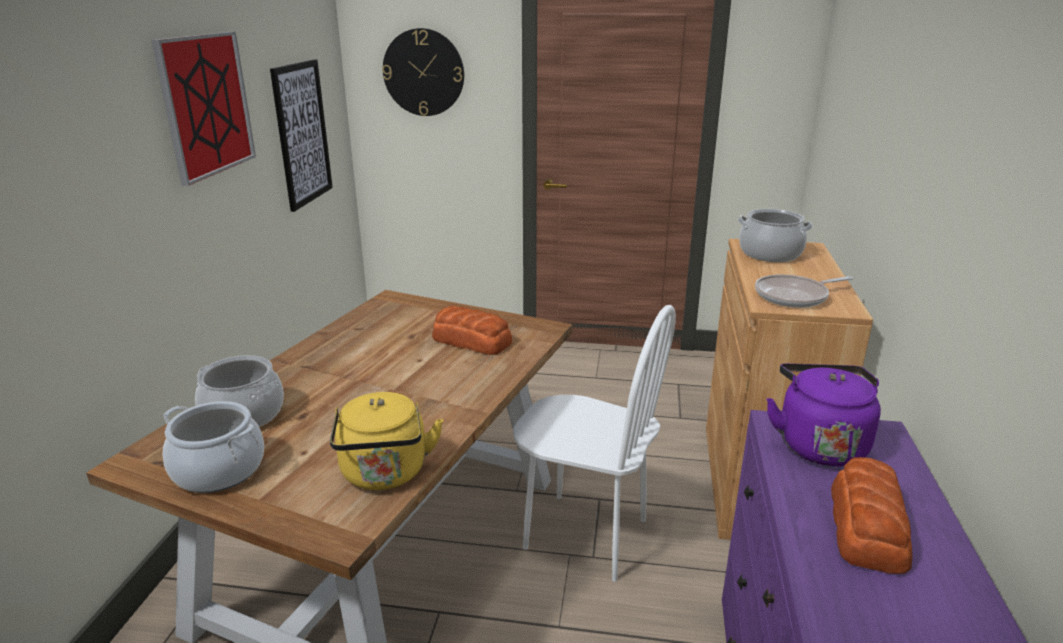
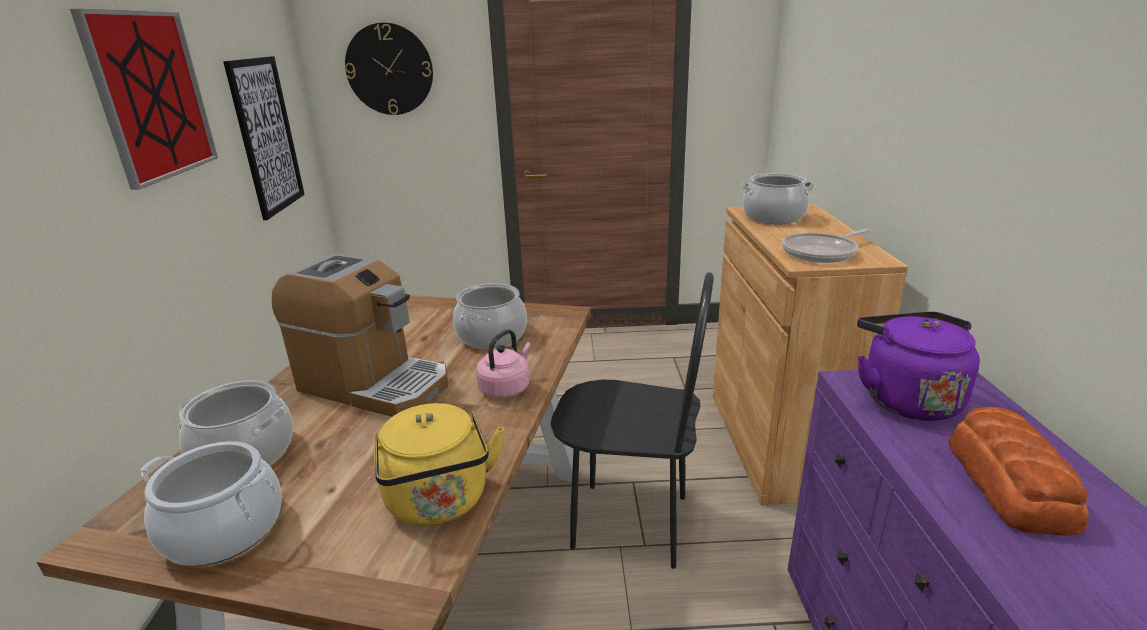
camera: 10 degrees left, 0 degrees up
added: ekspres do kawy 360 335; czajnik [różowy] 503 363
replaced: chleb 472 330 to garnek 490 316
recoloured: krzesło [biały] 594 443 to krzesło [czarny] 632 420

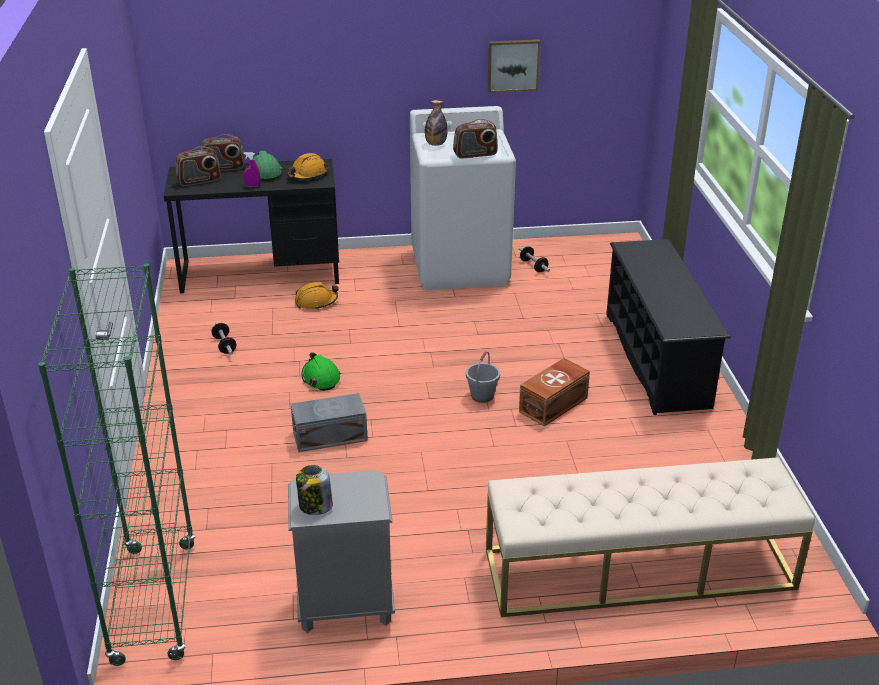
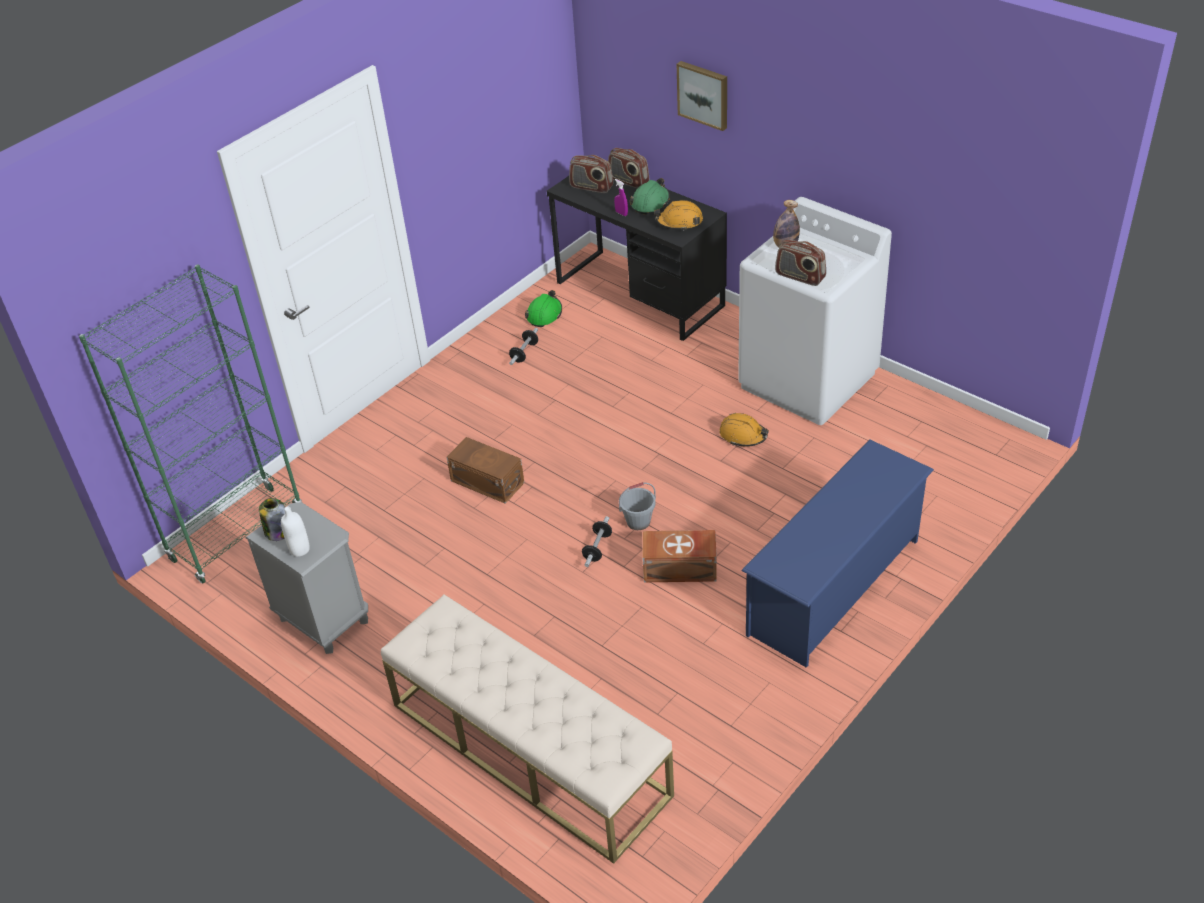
camera: 50 degrees right, 10 degrees up
added: butelka [biały] 295 532
moved: kask [pomarańczowy] 317 296 to 744 430; kask [zielony] 321 371 to 543 308; obraz 514 66 to 702 96; hantel 534 259 to 597 541
recoloured: pojemnik do przechowywania [szary] 329 422 to pojemnik do przechowywania [brązowy] 485 470; regał na buty [czarny] 668 327 to regał na buty [niebieski] 837 553

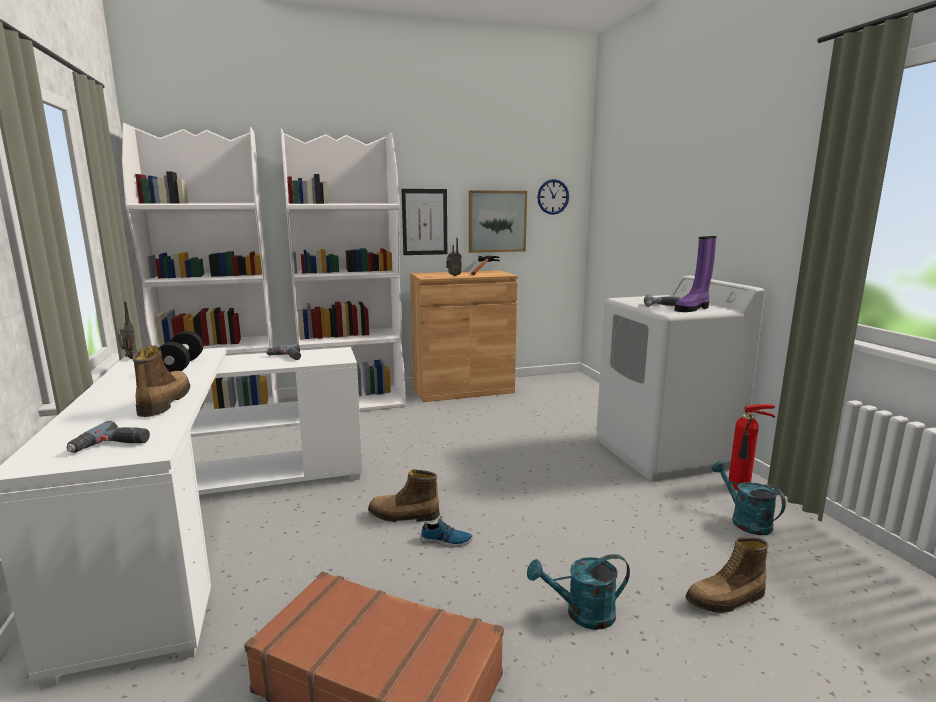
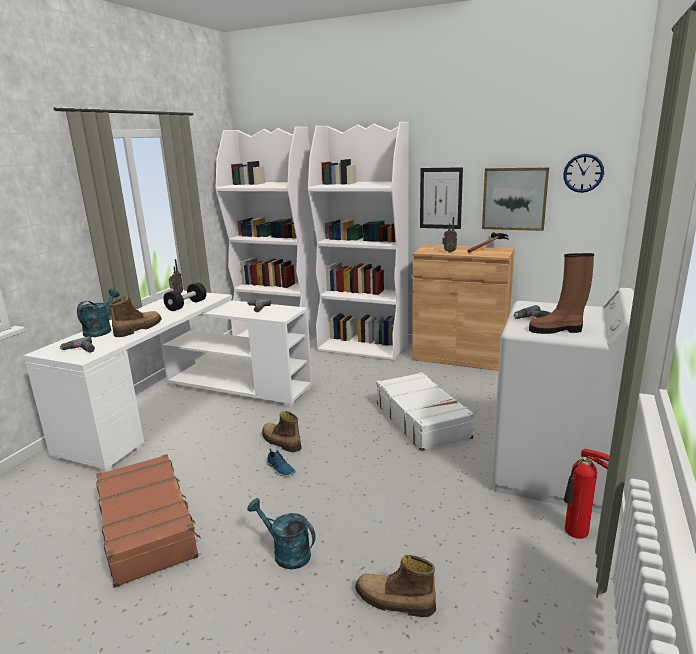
camera: 40 degrees right, 5 degrees up
added: walizka [biały] 425 411
moved: konewka [turkusowy] 748 498 to 98 313
recoloured: but z cholewką [fioletowy] 695 274 to but z cholewką [brązowy] 561 293

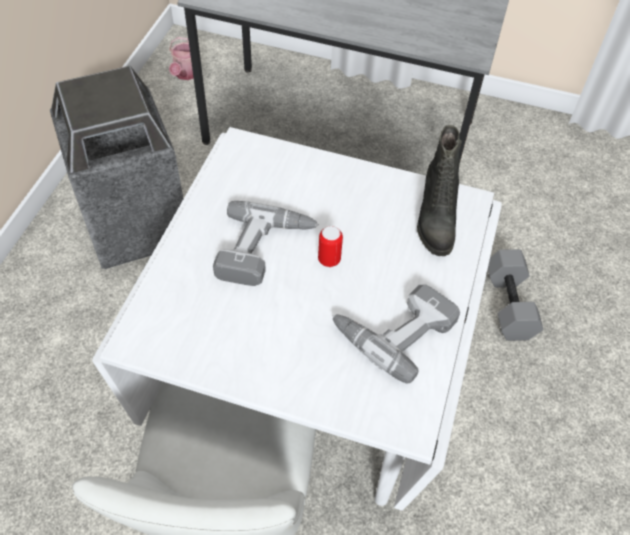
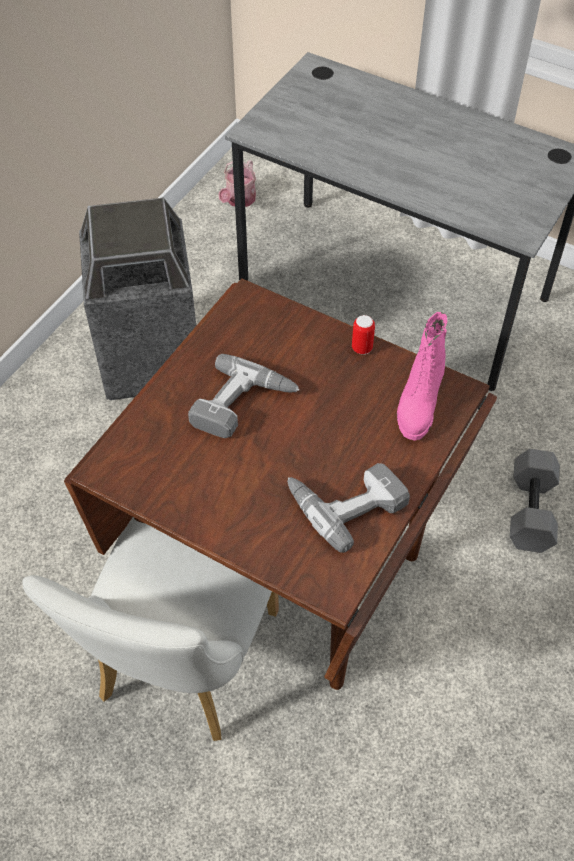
camera: 15 degrees right, 0 degrees up
moved: puszka 330 246 to 363 335
recoloured: stół jadalny [biały] 297 319 to stół jadalny [brązowy] 280 484; but z cholewką [czarny] 439 190 to but z cholewką [różowy] 422 376

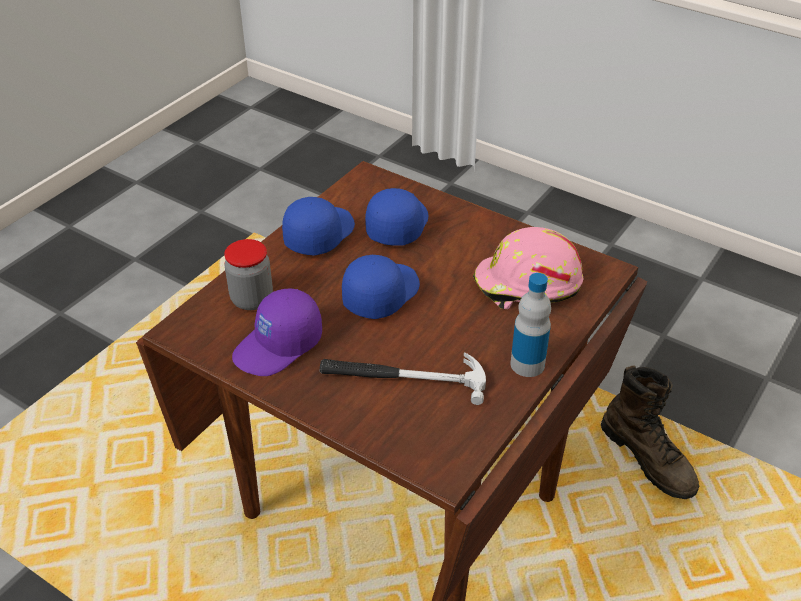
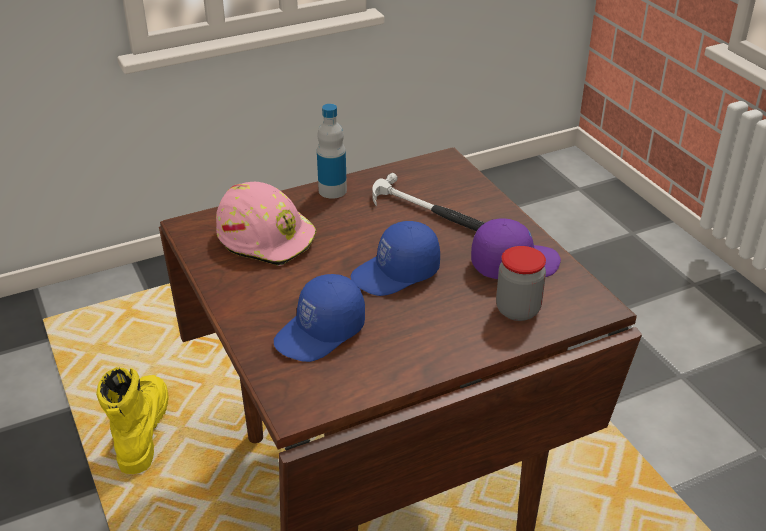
camera: 150 degrees left, 5 degrees down
removed: czapka z daszkiem [niebieski] 318 226
recoloured: but z cholewką [brązowy] 650 432 to but z cholewką [żółty] 132 420

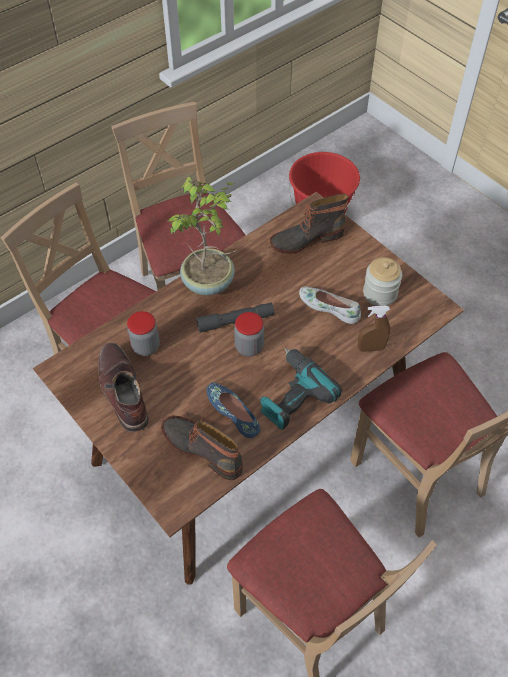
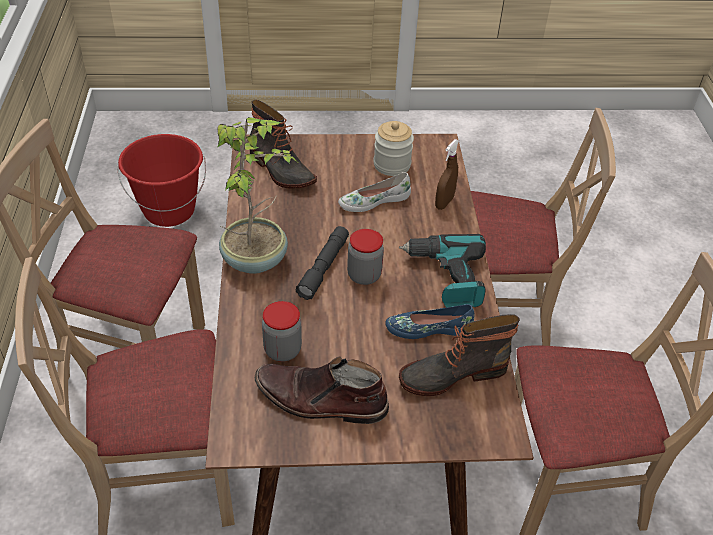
camera: 55 degrees left, 10 degrees down
turned: but z cholewką 309 224 = 283 144 60 degrees counterclockwise

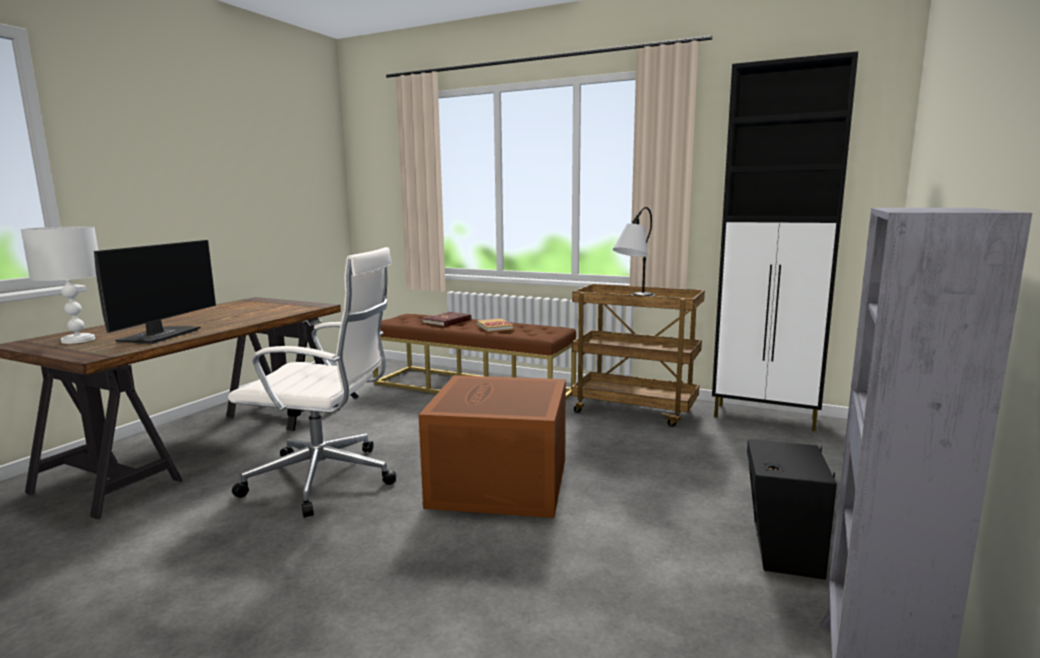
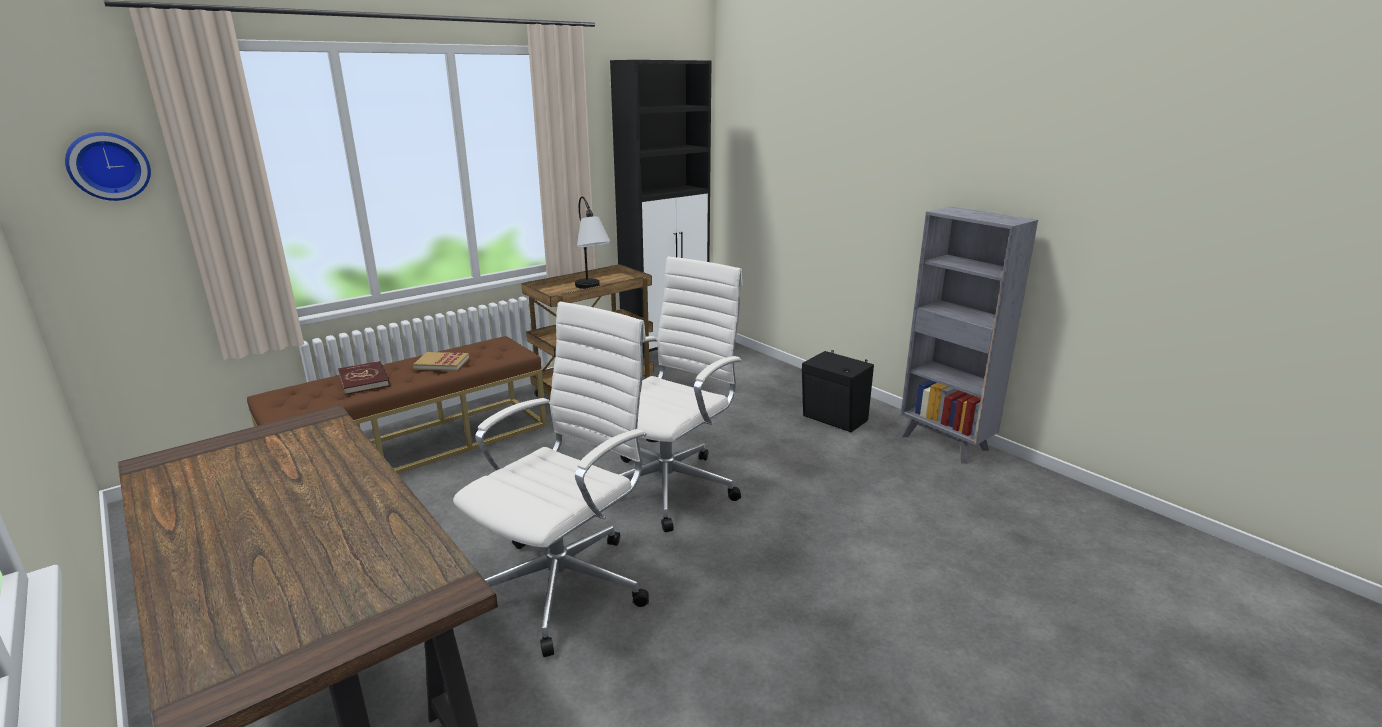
camera: 65 degrees left, 10 degrees up
removed: lampa stołowa [biały] 59 285; monitor 155 292
added: zegar ścienny 108 166
replaced: pojemnik do przechowywania [brązowy] 492 446 to krzesło biurowe [biały] 680 394

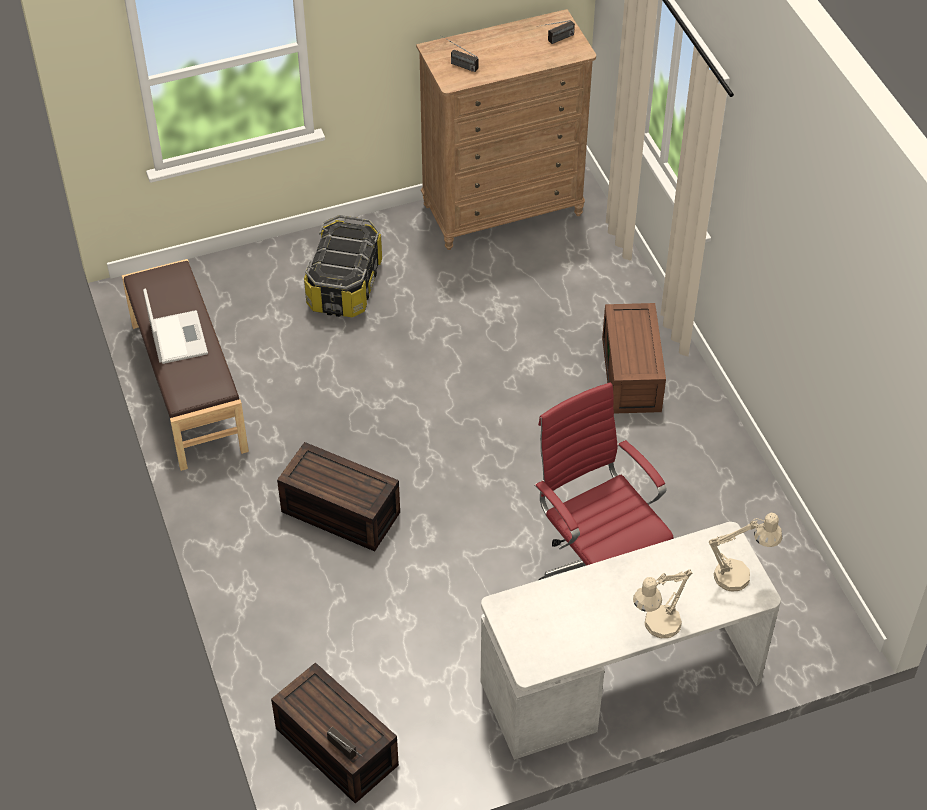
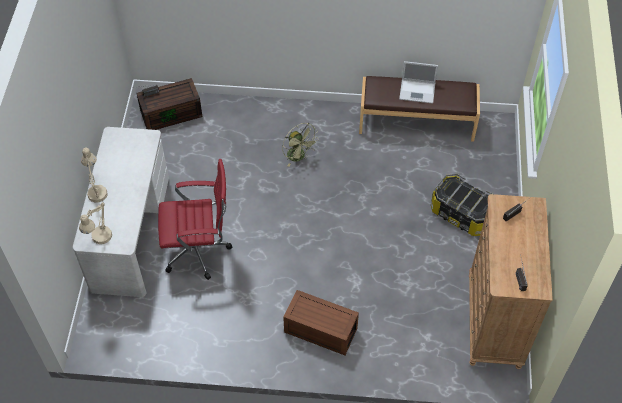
camera: 115 degrees right, 5 degrees up
replaced: pojemnik do przechowywania [brązowy] 338 496 to wentylator [zielony] 300 145

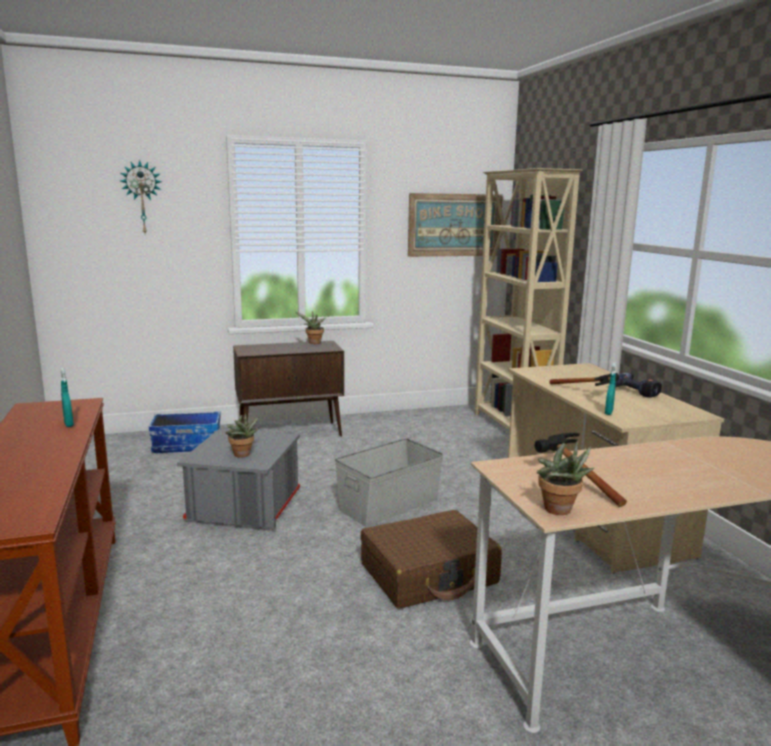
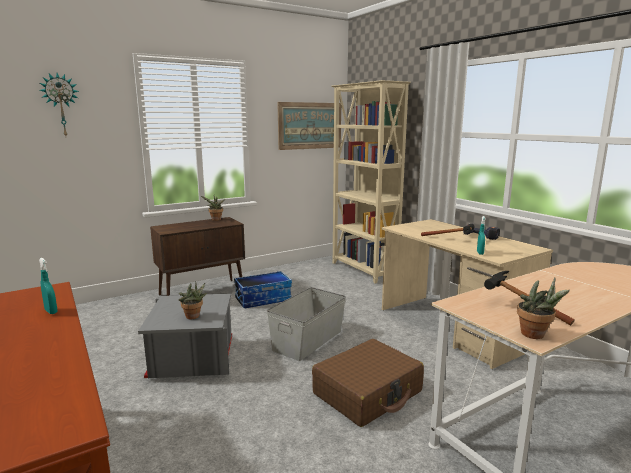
camera: 15 degrees left, 0 degrees up
moved: pojemnik do przechowywania 185 432 to 263 289

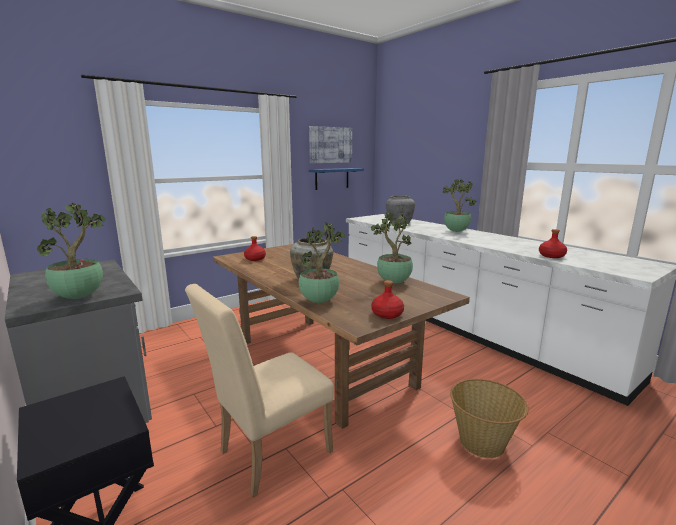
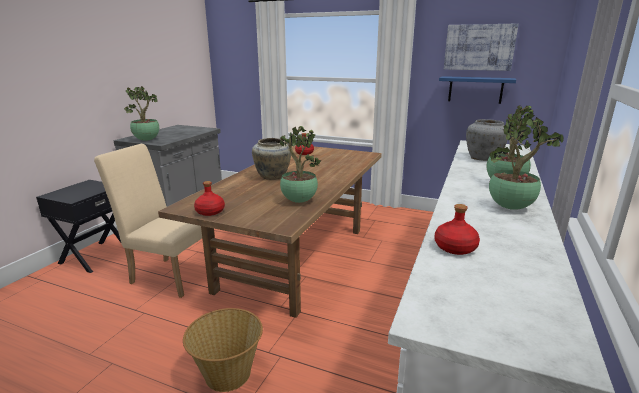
camera: 60 degrees right, 5 degrees up
moved: roślina doniczkowa 322 263 to 526 163

